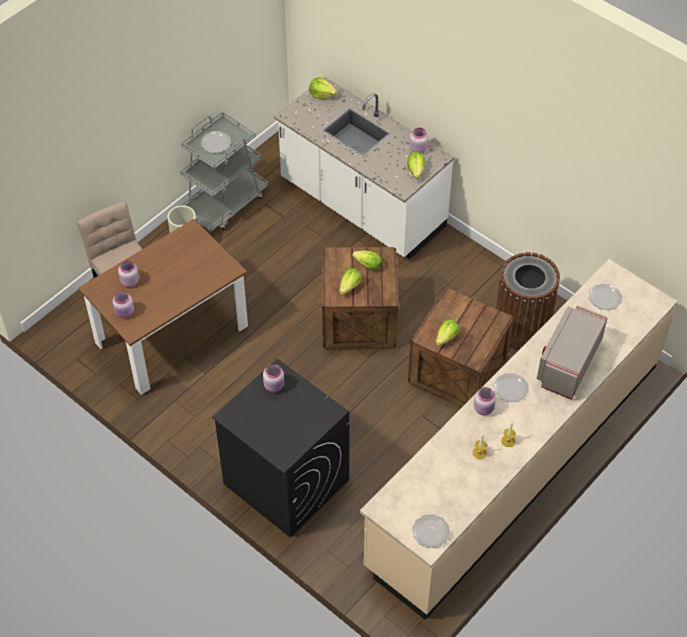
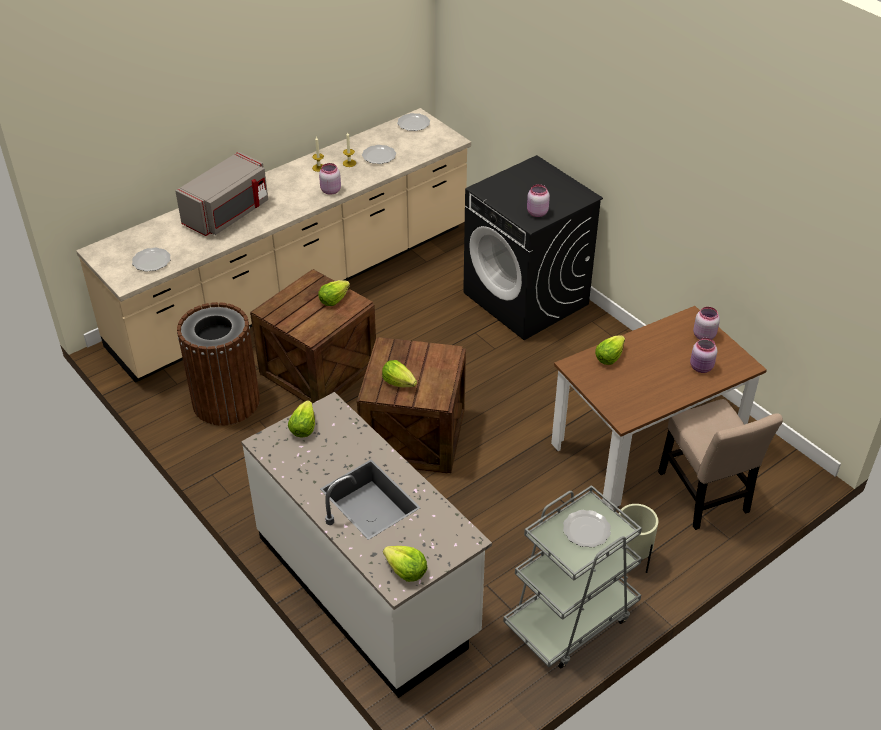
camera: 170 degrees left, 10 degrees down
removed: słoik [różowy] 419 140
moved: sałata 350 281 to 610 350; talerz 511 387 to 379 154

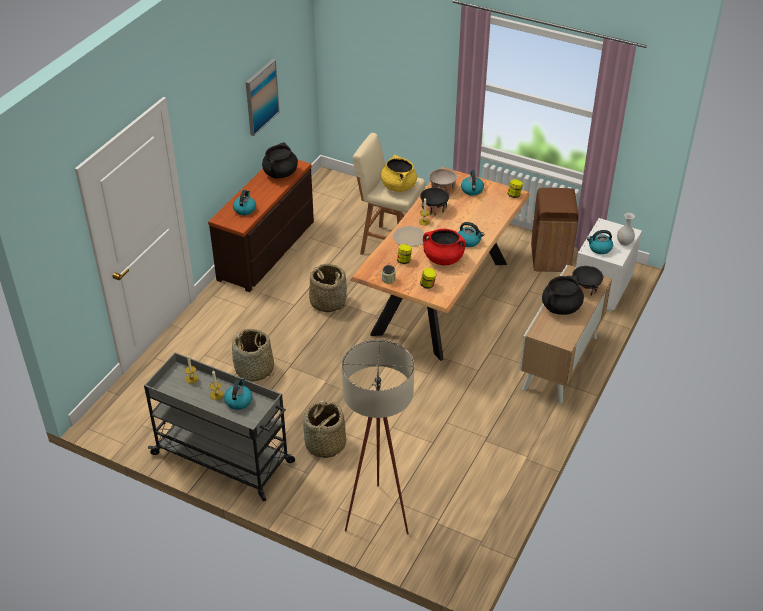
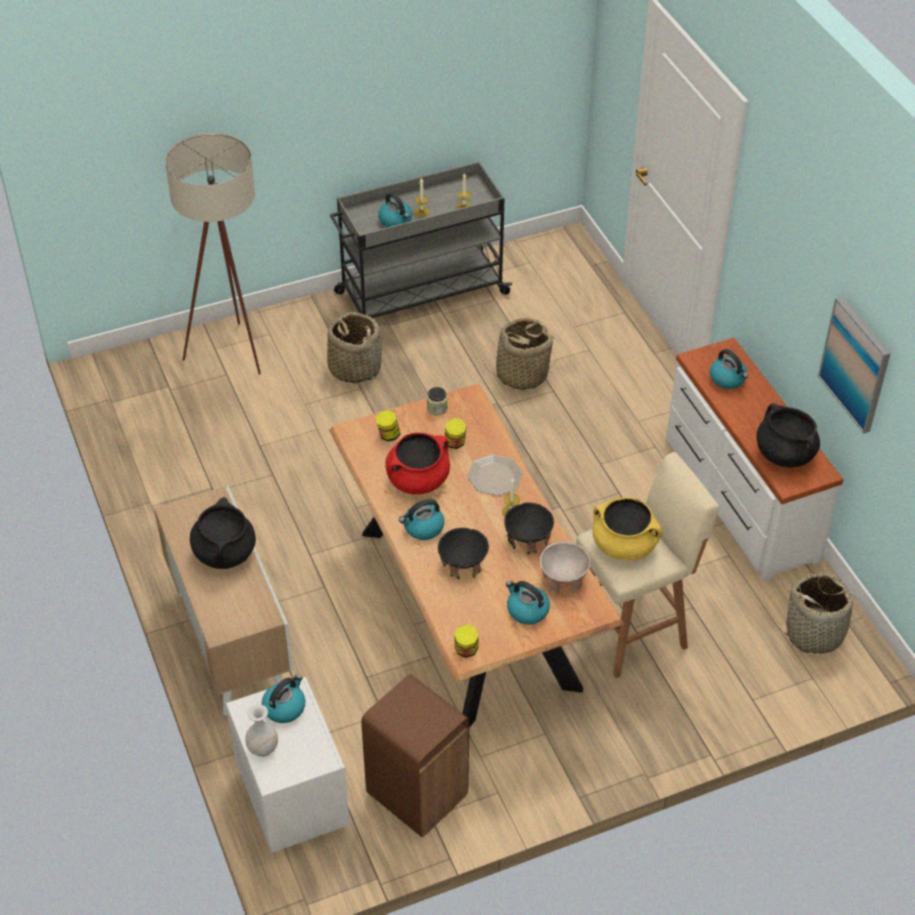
camera: 130 degrees right, 5 degrees up
moved: koszyk 328 288 to 822 613; miska [czarny] 587 281 to 463 553
recoloured: komoda [brązowy] 261 226 to komoda [biały] 755 459

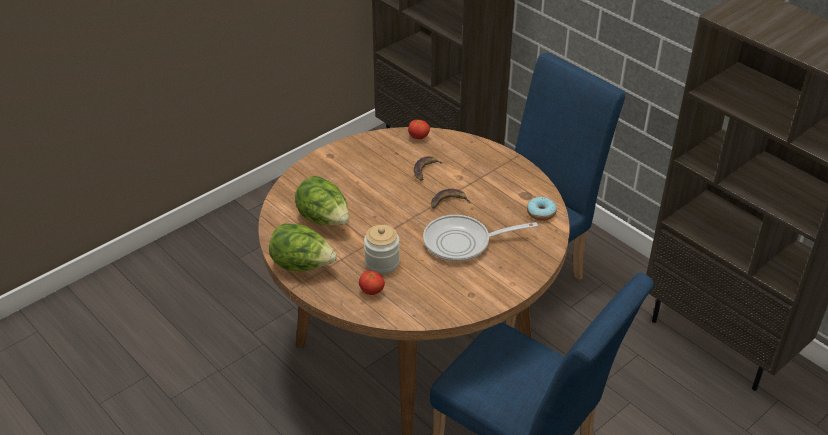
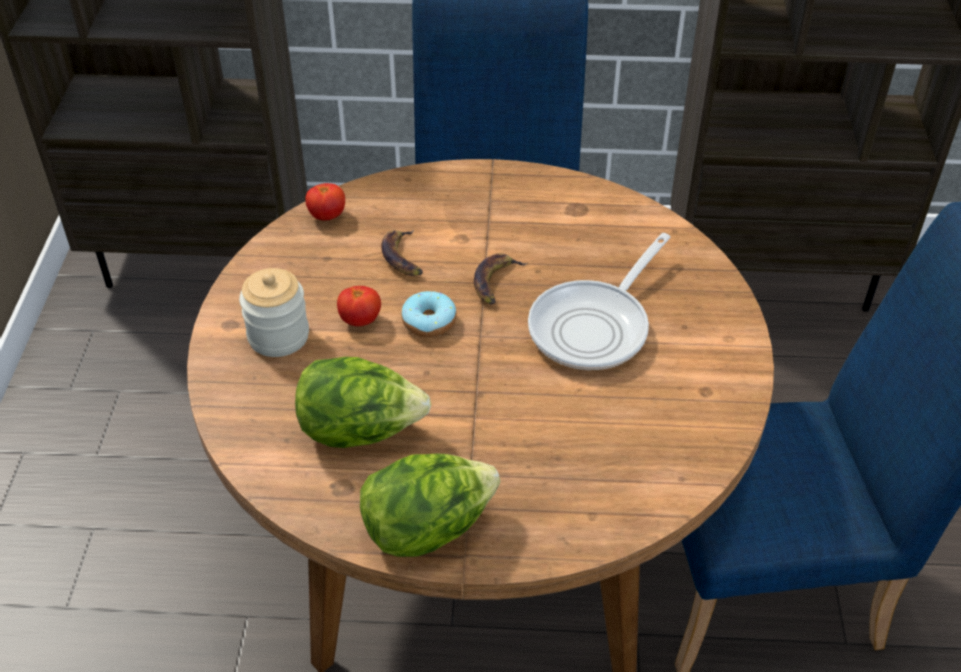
camera: 45 degrees left, 5 degrees up
moved: pomidor 372 282 to 359 306; słoik 382 249 to 274 312; donut 542 209 to 429 314

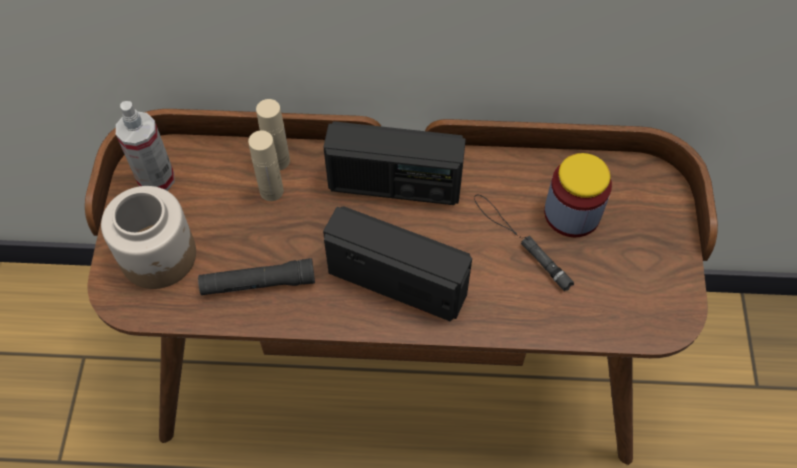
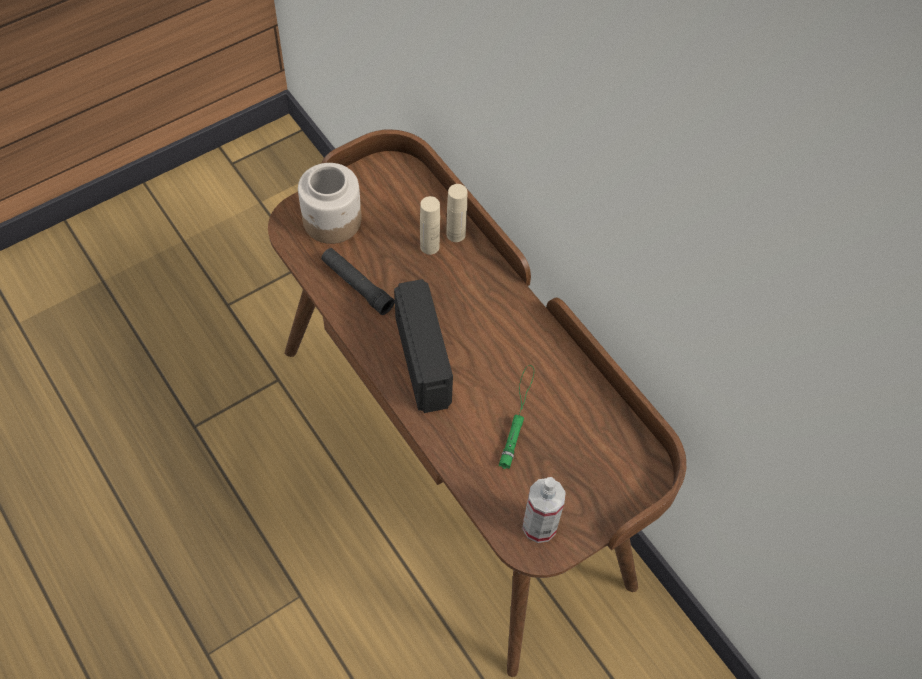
camera: 50 degrees right, 0 degrees up
removed: radio 394 163; słoik 578 195
moved: spryskiwacz 145 146 to 544 510
recoloured: latarka [czarny] 524 243 to latarka [zielony] 516 417

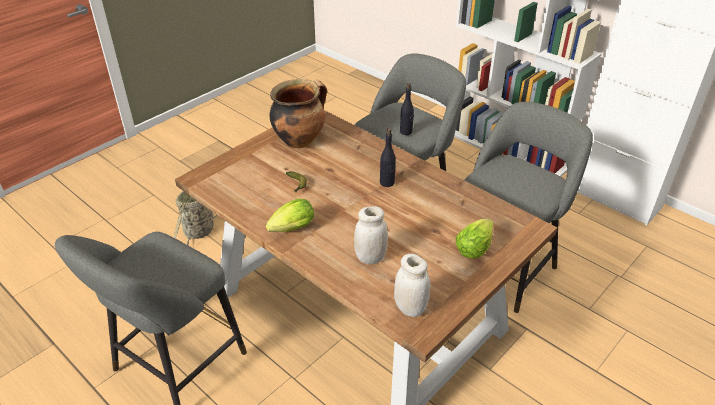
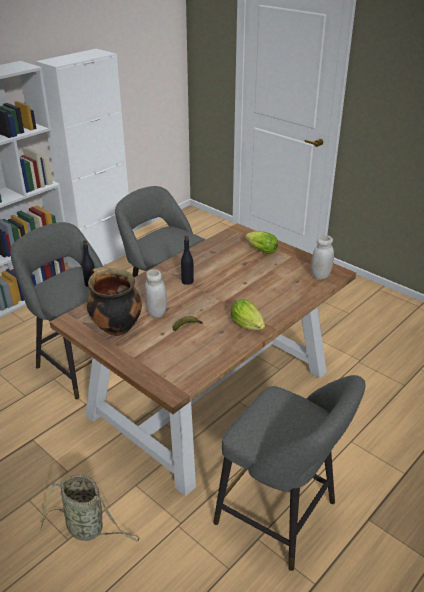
camera: 90 degrees left, 5 degrees down
moved: słoik [biały] 371 235 to 156 293

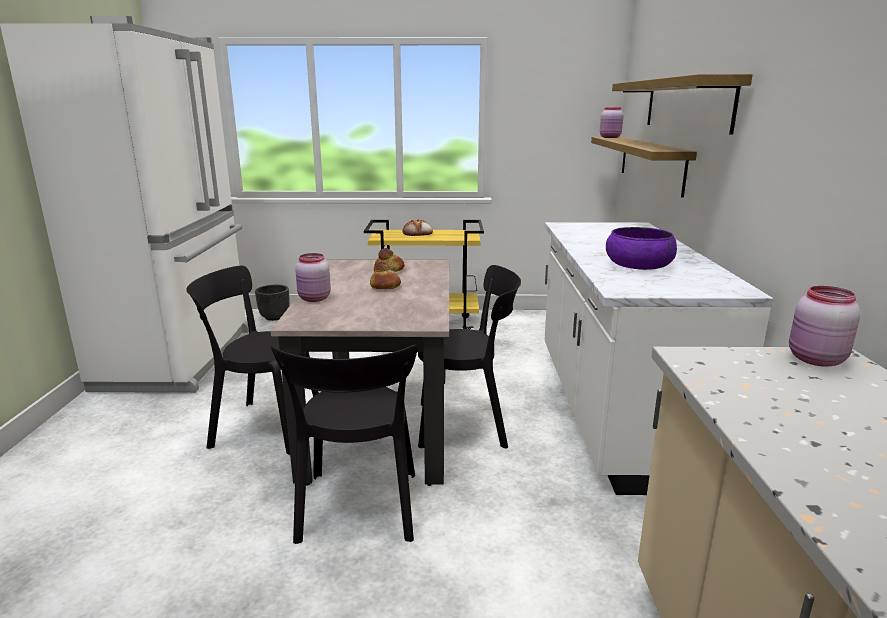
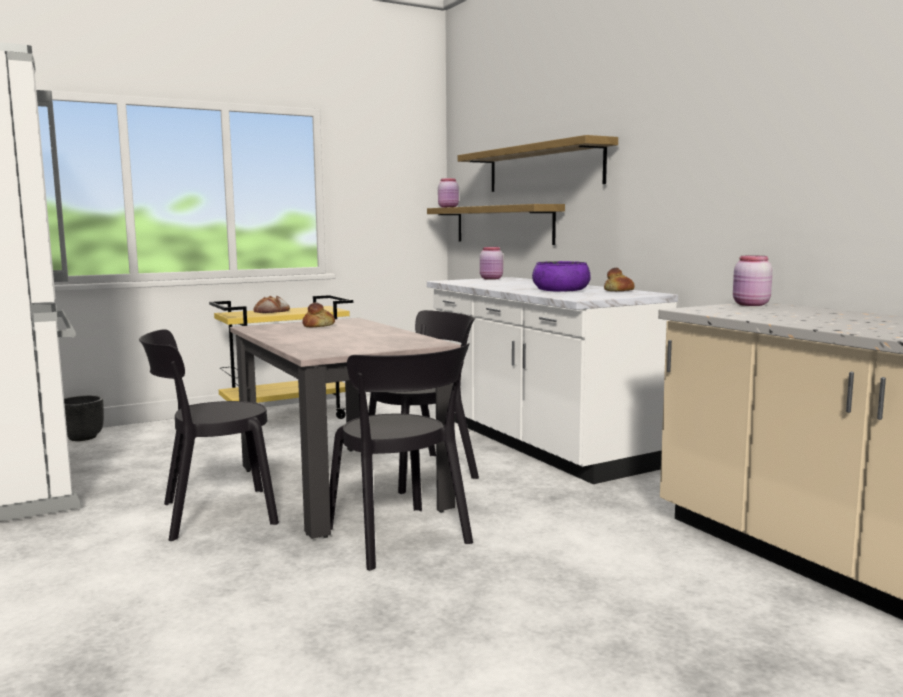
camera: 30 degrees left, 10 degrees down
moved: słoik [różowy] 313 277 to 491 263; chleb 385 275 to 619 279

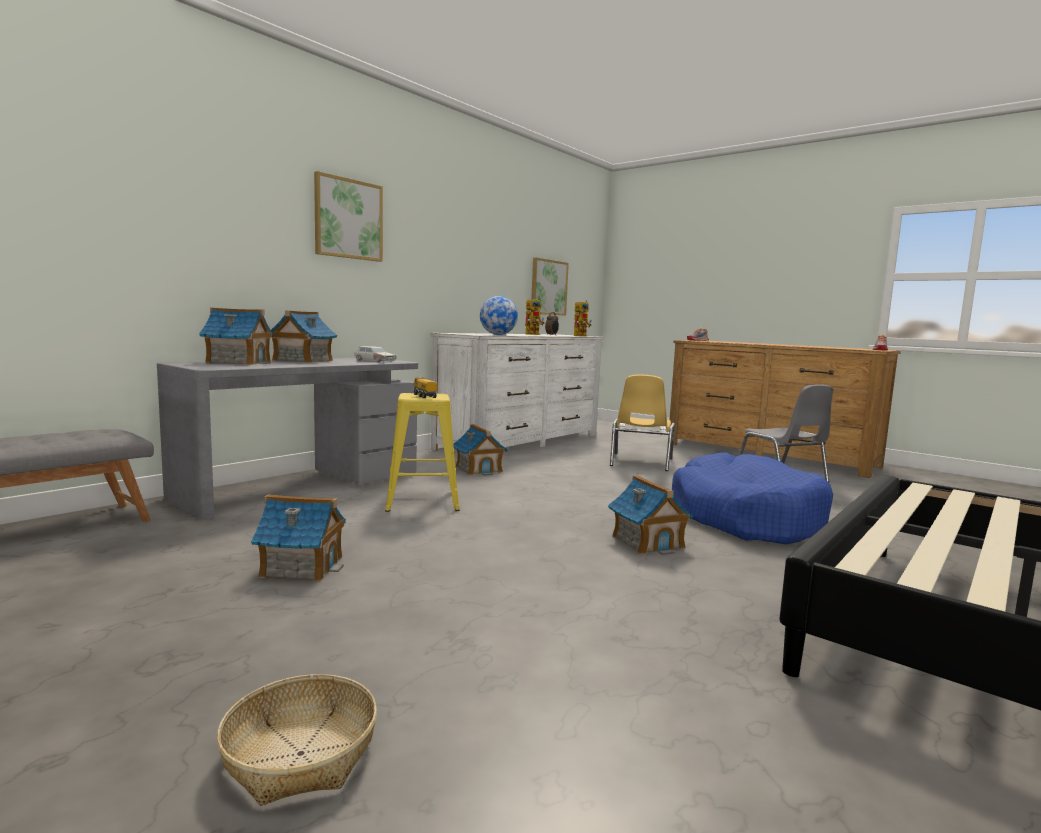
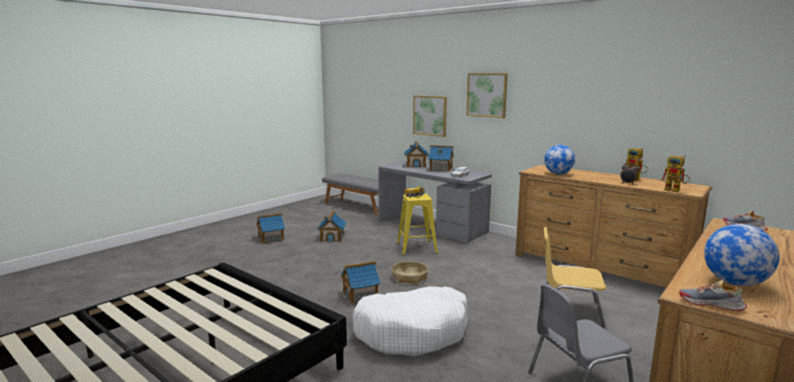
camera: 90 degrees right, 5 degrees up
added: globus 741 255
moved: koszyk 297 740 to 410 272; domek 480 449 to 271 228; obraz 550 286 to 430 116
recoloured: komoda [biały] 516 392 to komoda [brązowy] 613 226; legowisko [niebieski] 752 498 to legowisko [biały] 410 321

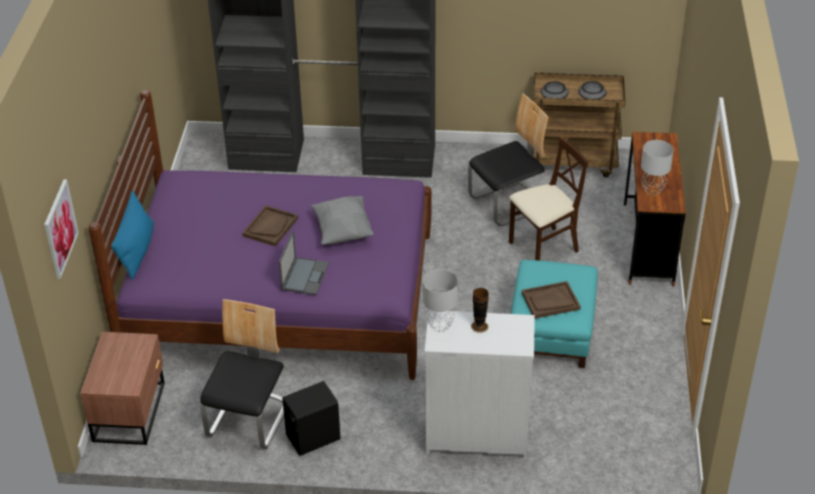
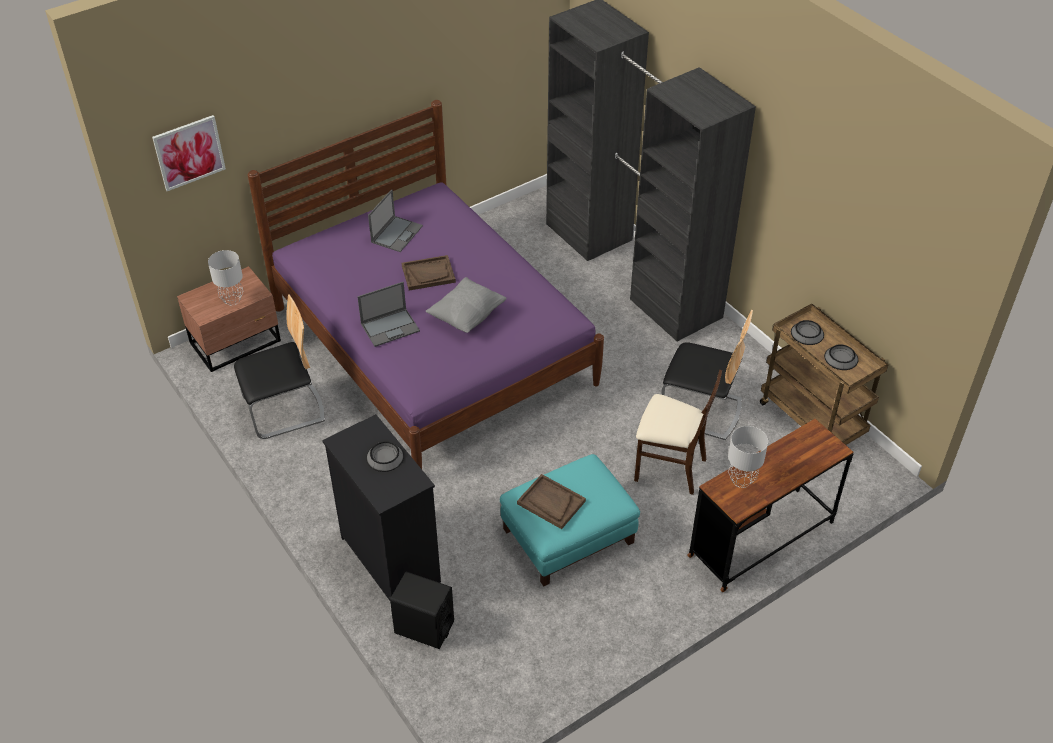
camera: 50 degrees right, 5 degrees up
removed: poduszka [niebieski] 132 235
added: laptop 395 220
moved: głośnik [czarny] 311 418 to 421 610; lampa stołowa [szary] 440 300 to 225 278
replaced: wazon 479 310 to miska 385 456
recoloured: komoda [biały] 480 384 to komoda [czarny] 381 506

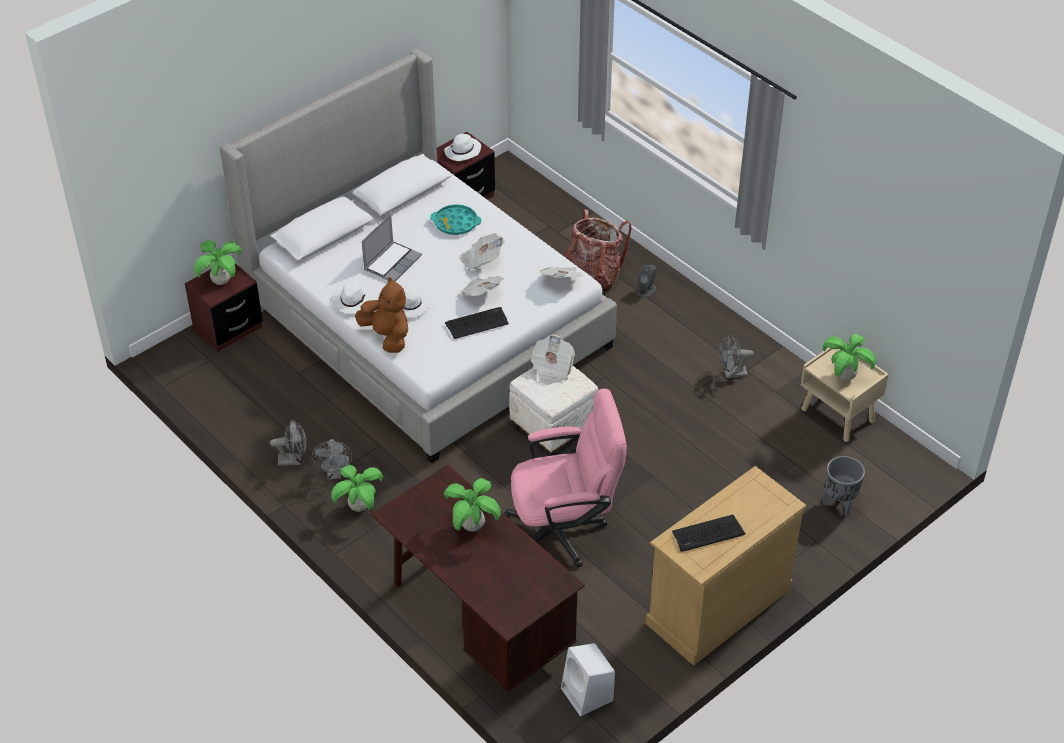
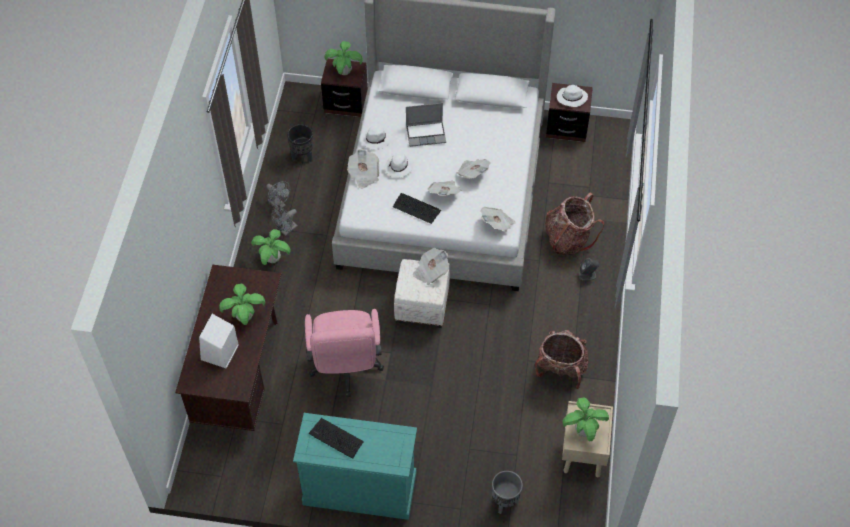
camera: 50 degrees right, 10 degrees up
removed: taca [turkusowy] 455 219
added: donica [czarny] 300 143
moved: głośnik [biały] 588 680 to 219 341
replaced: pluszak [brązowy] 381 315 to gazeta 363 169; wentylator [szary] 736 356 to plecak 562 359
recoloured: komoda [beżowy] 725 566 to komoda [turkusowy] 355 466
turned: krzesło biurowe [różowy] 565 478 = 344 353 45 degrees clockwise

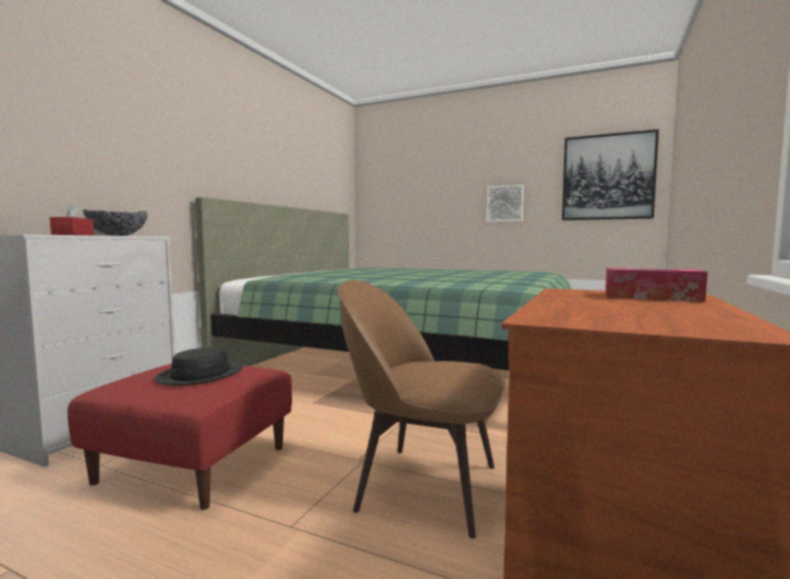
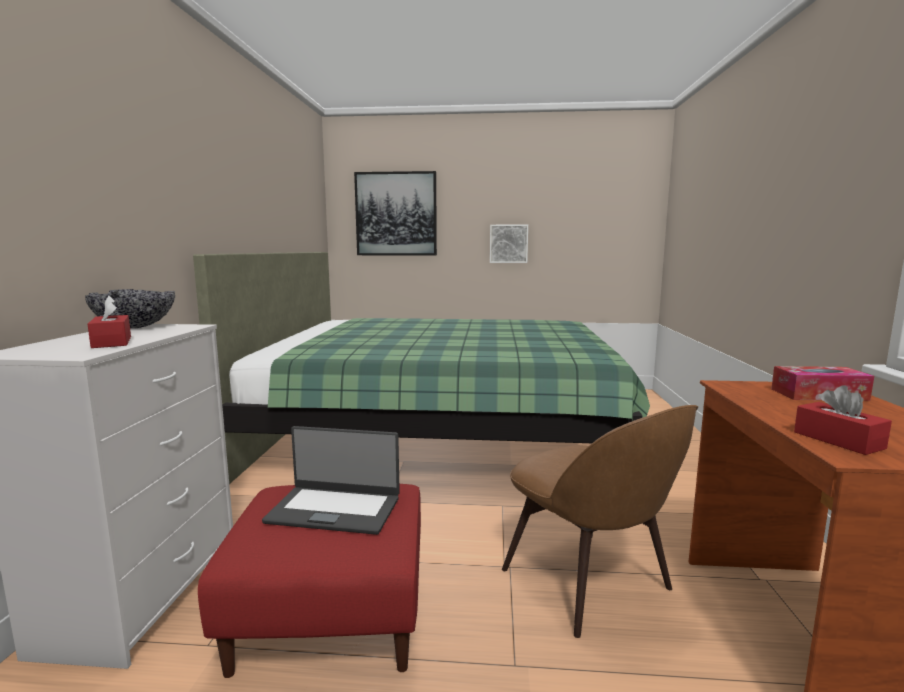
camera: 20 degrees left, 5 degrees up
added: pudełko chusteczek [czerwony] 843 420
moved: obraz 610 174 to 395 213
replaced: kapelusz [czarny] 198 366 to laptop 331 480
turned: krzesło [brązowy] 421 409 = 600 521 120 degrees counterclockwise

